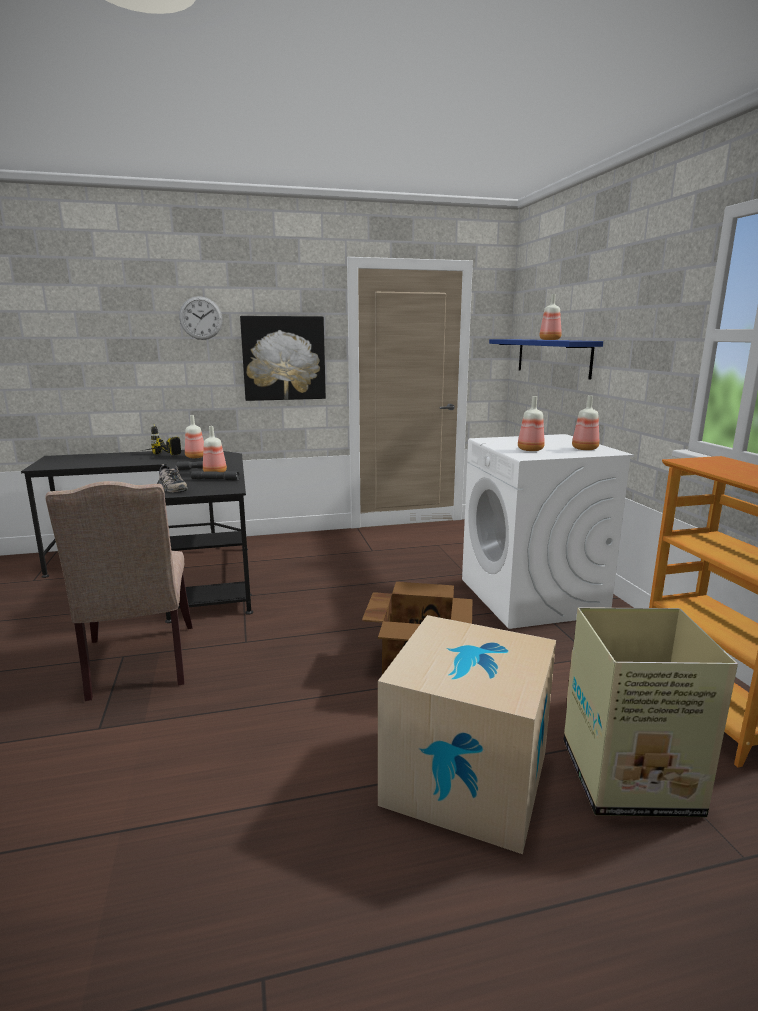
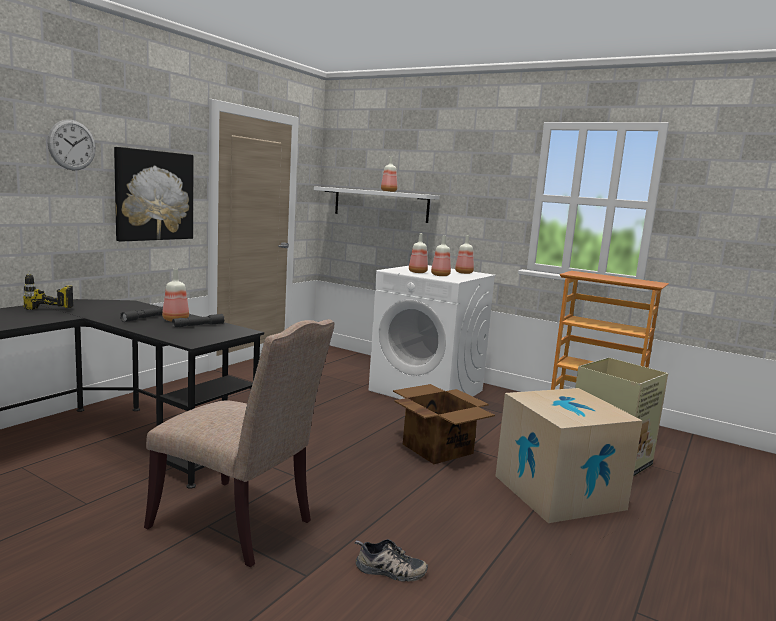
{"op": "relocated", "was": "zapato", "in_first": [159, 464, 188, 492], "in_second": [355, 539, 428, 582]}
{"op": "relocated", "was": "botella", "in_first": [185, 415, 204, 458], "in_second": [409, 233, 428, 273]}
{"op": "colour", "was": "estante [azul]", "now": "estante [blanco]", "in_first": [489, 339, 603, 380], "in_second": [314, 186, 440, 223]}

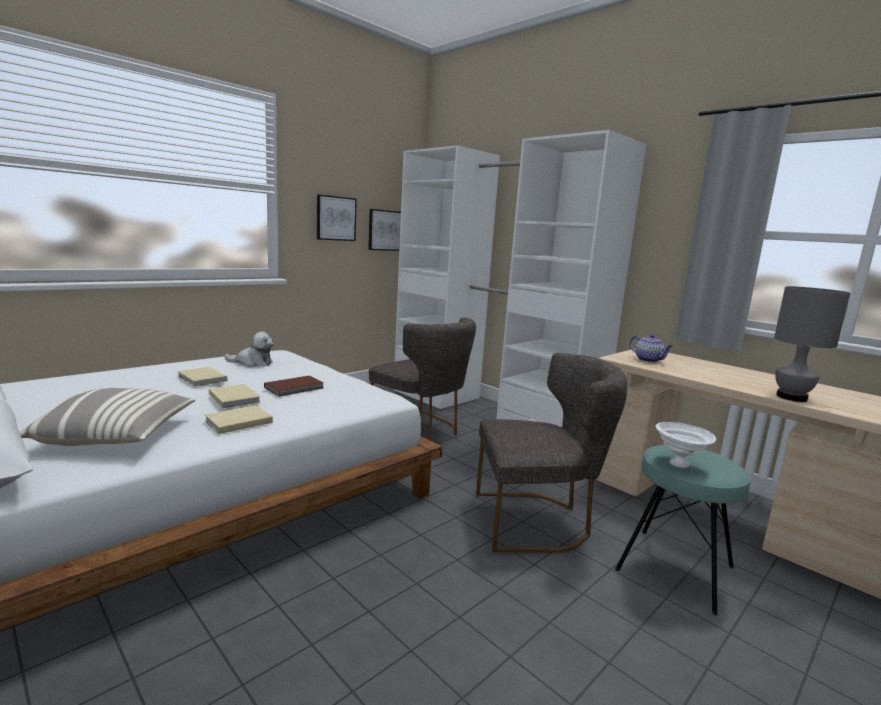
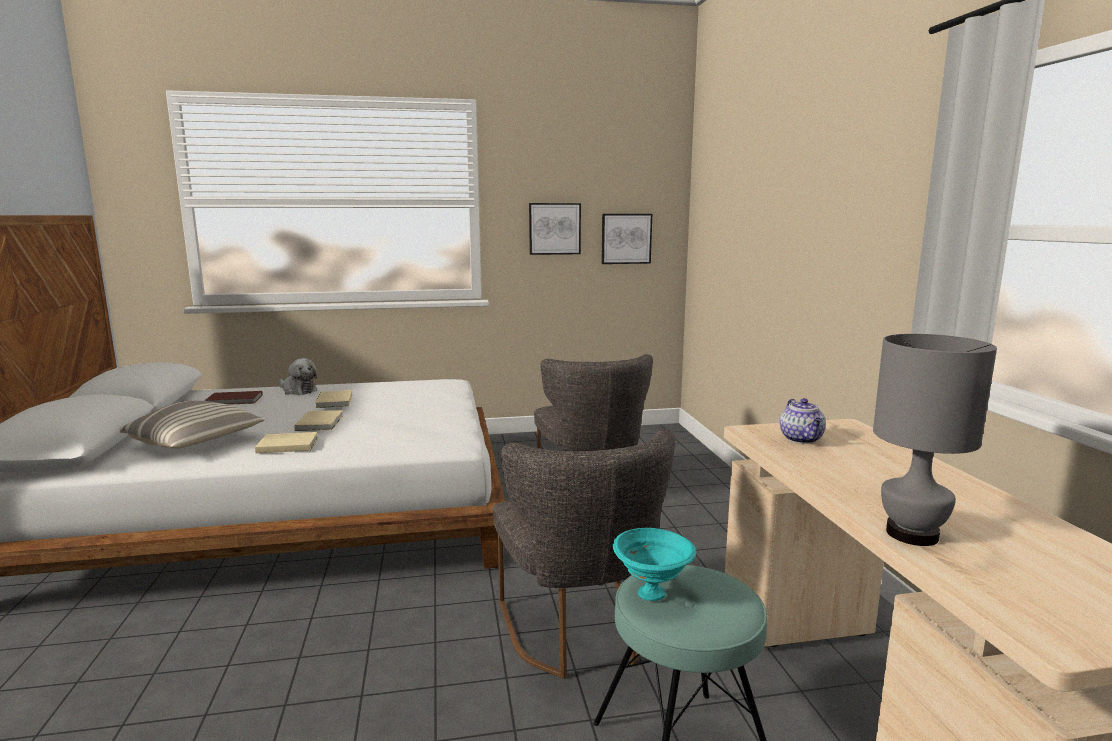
{"op": "missing", "was": "armario ropero [blanco]", "in_first": [393, 130, 646, 427]}
{"op": "relocated", "was": "peluche", "in_first": [224, 332, 274, 367], "in_second": [279, 358, 317, 395]}
{"op": "relocated", "was": "libro [marrón]", "in_first": [264, 376, 324, 396], "in_second": [205, 391, 263, 405]}
{"op": "colour", "was": "cuenco [blanco]", "now": "cuenco [turquesa]", "in_first": [655, 422, 716, 468], "in_second": [613, 528, 697, 601]}
{"op": "spun", "was": "silla [gris]", "in_first": [476, 353, 627, 553], "in_second": [493, 429, 675, 679], "clockwise": 45}

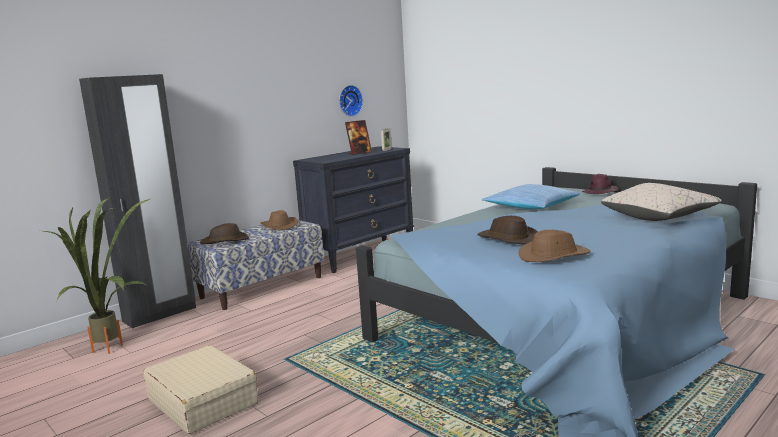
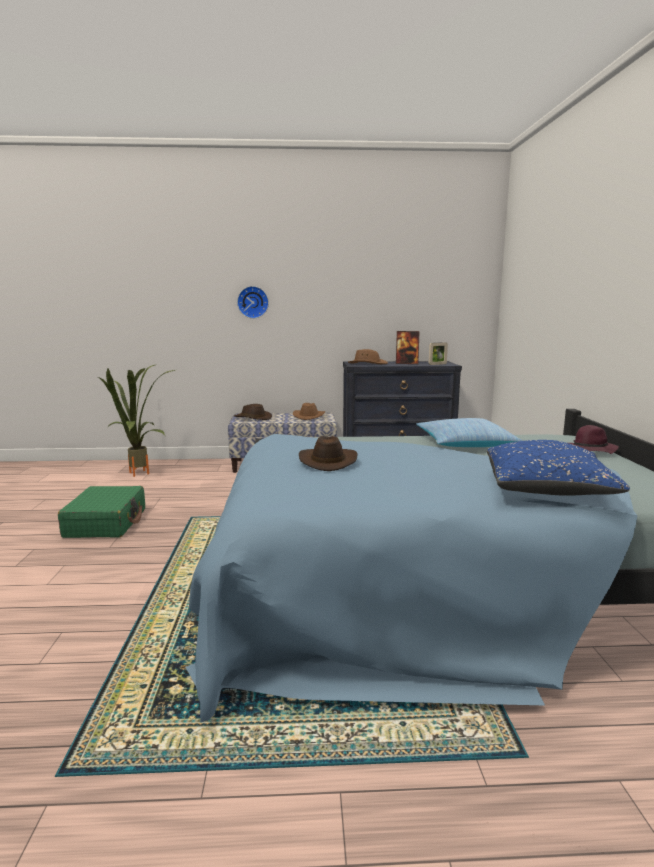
{"op": "missing", "was": "armario ropero [negro]", "in_first": [79, 74, 196, 329]}
{"op": "relocated", "was": "reloj de pared", "in_first": [339, 85, 363, 117], "in_second": [237, 286, 269, 319]}
{"op": "relocated", "was": "sombrero [marrón]", "in_first": [519, 230, 590, 262], "in_second": [348, 349, 388, 364]}
{"op": "colour", "was": "maleta [beis]", "now": "maleta [verde]", "in_first": [143, 345, 258, 434], "in_second": [58, 486, 145, 538]}
{"op": "colour", "was": "cojín [beis]", "now": "cojín [azul]", "in_first": [601, 183, 722, 221], "in_second": [487, 440, 630, 496]}

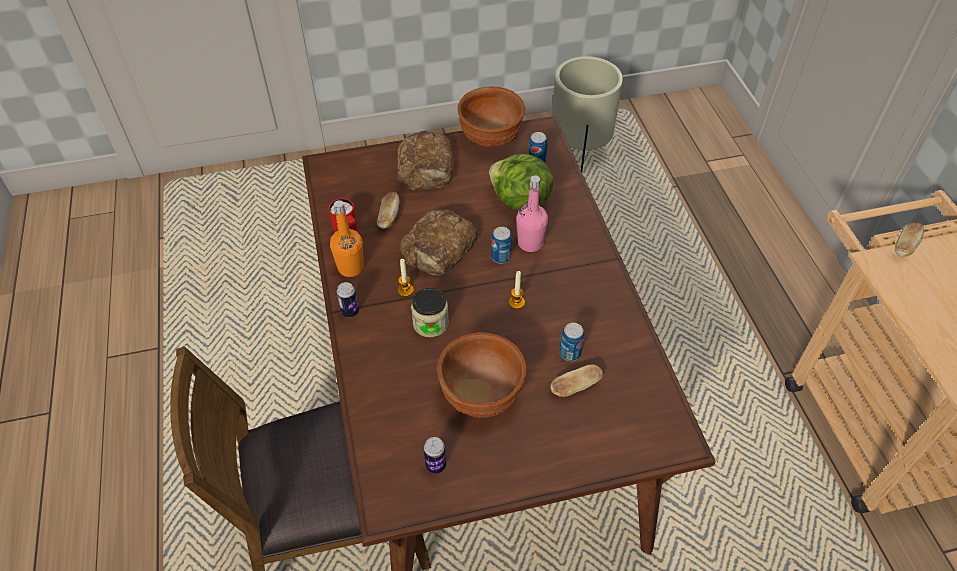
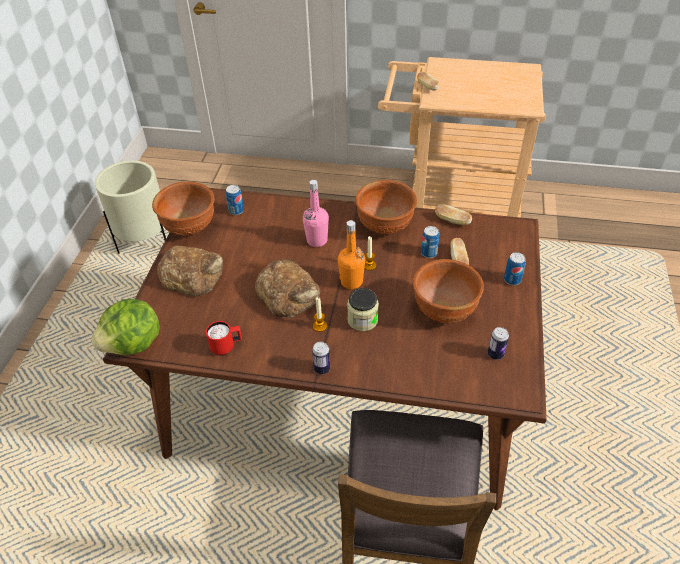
{"op": "appeared", "now": "cuenco [marrón]", "in_second": [356, 180, 417, 234]}
{"op": "relocated", "was": "botella [naranja]", "in_first": [330, 200, 364, 277], "in_second": [338, 220, 365, 289]}
{"op": "relocated", "was": "pan", "in_first": [377, 192, 400, 229], "in_second": [435, 204, 472, 225]}
{"op": "relocated", "was": "lechuga", "in_first": [489, 153, 553, 210], "in_second": [91, 299, 160, 355]}
{"op": "relocated", "was": "lata", "in_first": [491, 227, 512, 264], "in_second": [504, 252, 526, 285]}

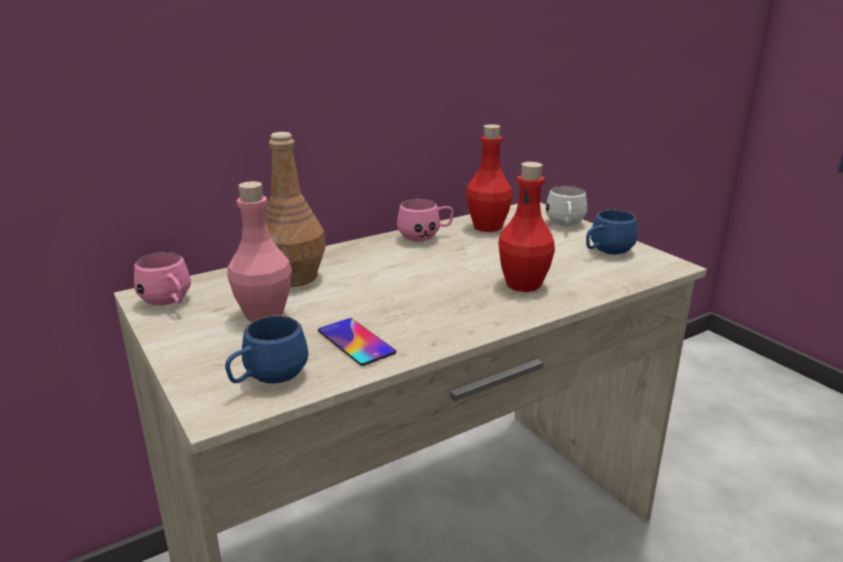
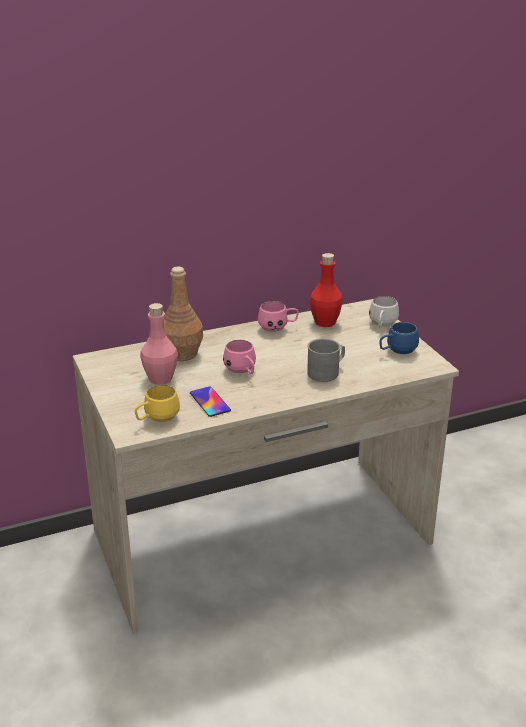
{"op": "relocated", "was": "taza grande [rosa]", "in_first": [134, 252, 191, 305], "in_second": [223, 340, 256, 374]}
{"op": "exchanged", "was": "botella [rojo]", "now": "taza grande [gris]", "in_first": [498, 162, 555, 292], "in_second": [307, 338, 345, 382]}
{"op": "colour", "was": "taza grande [azul]", "now": "taza grande [amarillo]", "in_first": [225, 316, 309, 383], "in_second": [135, 385, 180, 422]}

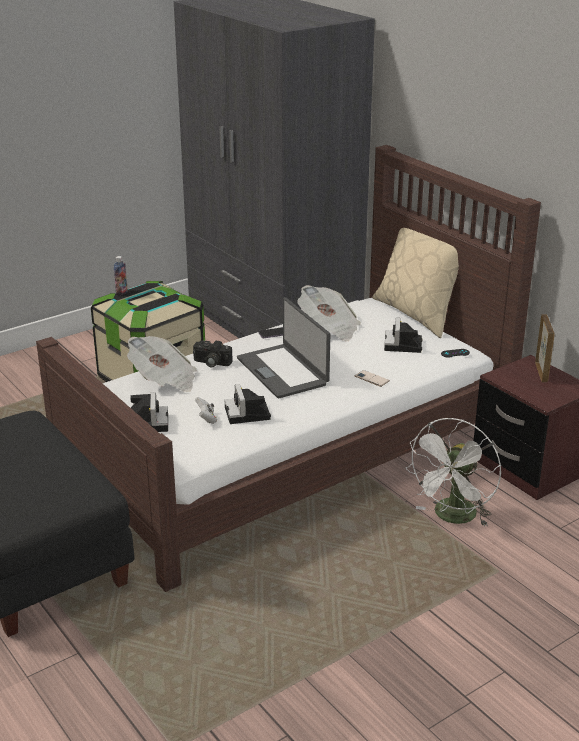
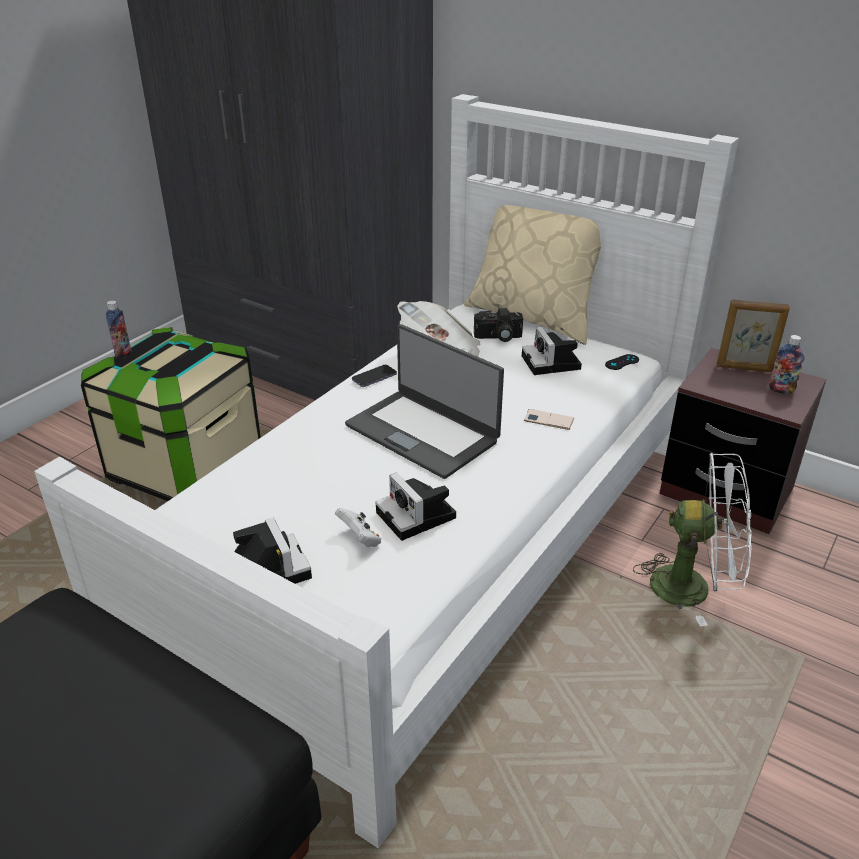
{"op": "missing", "was": "periódico", "in_first": [127, 336, 197, 392]}
{"op": "appeared", "now": "botella", "in_second": [769, 335, 805, 394]}
{"op": "relocated", "was": "cámara", "in_first": [193, 341, 233, 367], "in_second": [474, 308, 523, 342]}
{"op": "colour", "was": "cama [marrón]", "now": "cama [blanco]", "in_first": [36, 145, 541, 592], "in_second": [34, 94, 739, 849]}
{"op": "spun", "was": "ventilador [blanco]", "in_first": [405, 418, 501, 527], "in_second": [633, 453, 752, 627], "clockwise": -90}
{"op": "spun", "was": "portarretratos", "in_first": [535, 314, 555, 382], "in_second": [717, 299, 790, 372], "clockwise": 120}

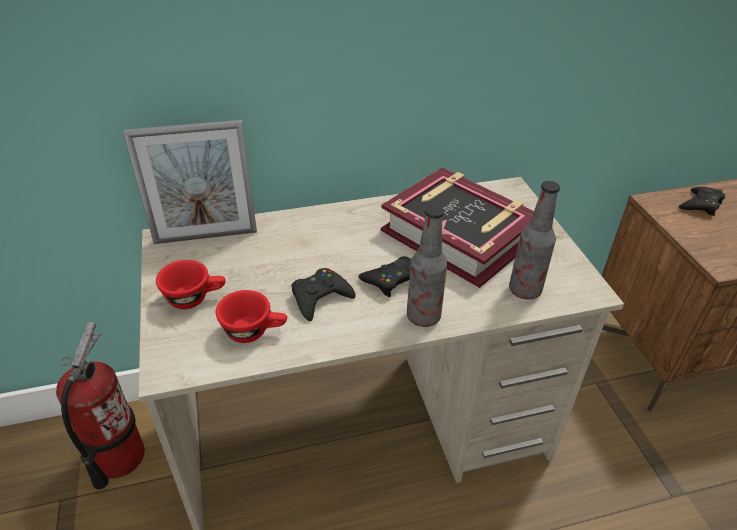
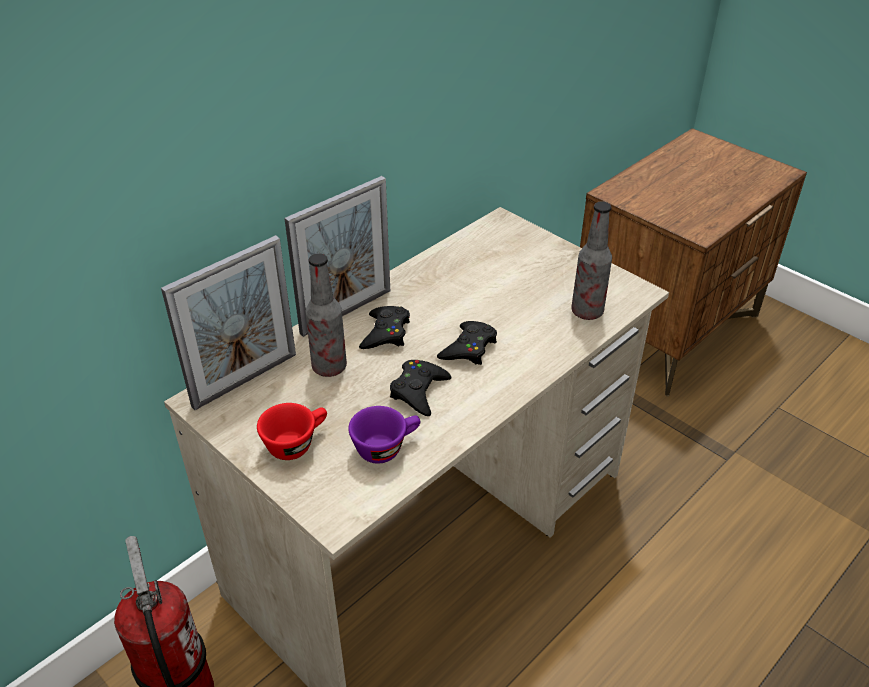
{"op": "missing", "was": "libro", "in_first": [381, 168, 534, 288]}
{"op": "appeared", "now": "portarretratos", "in_second": [284, 176, 390, 337]}
{"op": "relocated", "was": "botella", "in_first": [407, 205, 447, 327], "in_second": [305, 253, 347, 377]}
{"op": "relocated", "was": "mando de consola [negro]", "in_first": [679, 187, 725, 216], "in_second": [359, 306, 410, 349]}
{"op": "colour", "was": "taza [rojo]", "now": "taza [morado]", "in_first": [216, 290, 287, 343], "in_second": [348, 406, 420, 464]}

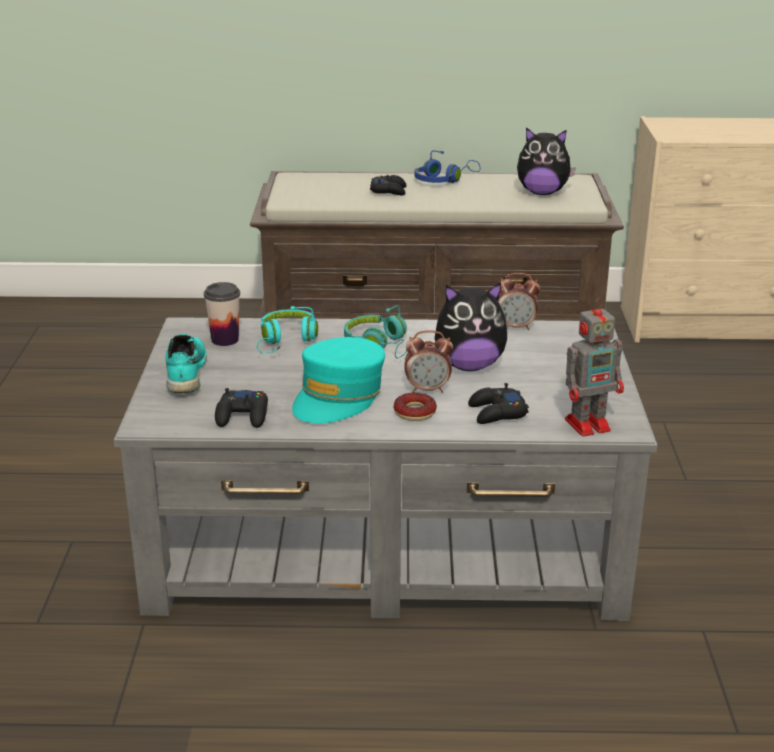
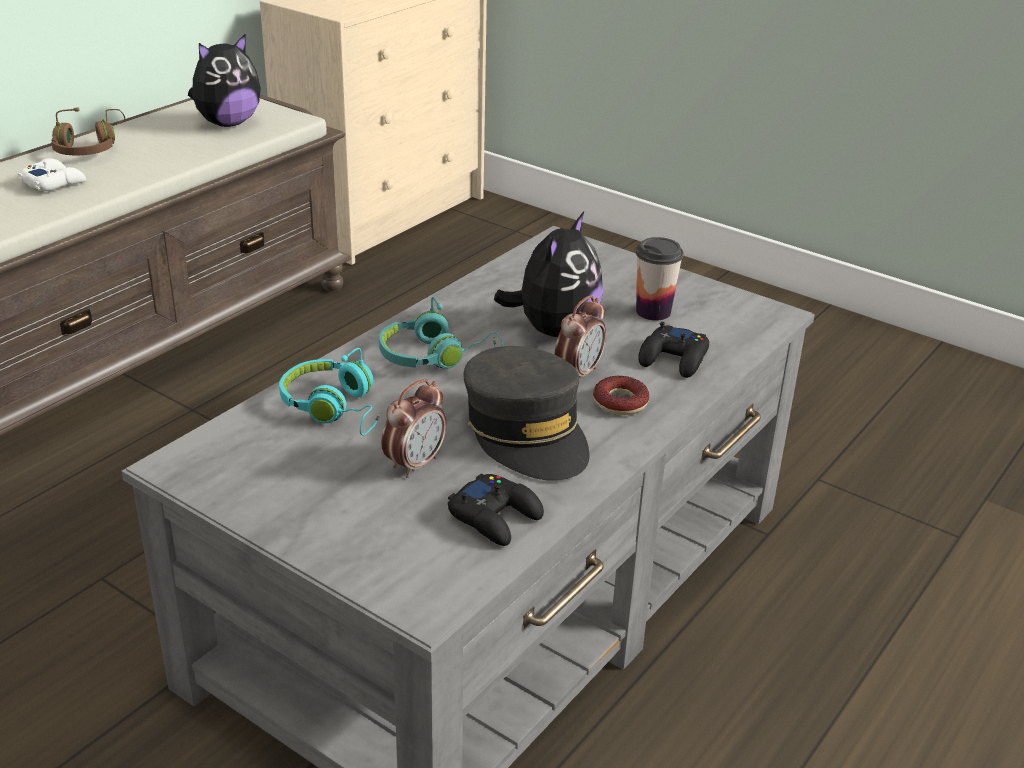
{"op": "missing", "was": "zapato [turquesa]", "in_first": [166, 334, 207, 393]}
{"op": "missing", "was": "robot de juguete", "in_first": [565, 298, 624, 437]}
{"op": "relocated", "was": "taza", "in_first": [204, 282, 240, 346], "in_second": [636, 237, 684, 321]}
{"op": "relocated", "was": "despertador", "in_first": [498, 273, 540, 330], "in_second": [381, 379, 447, 478]}
{"op": "colour", "was": "gorra [turquesa]", "now": "gorra [gris]", "in_first": [292, 337, 385, 424], "in_second": [464, 346, 590, 481]}
{"op": "colour", "was": "mando de consola [negro]", "now": "mando de consola [blanco]", "in_first": [370, 175, 407, 195], "in_second": [18, 158, 86, 191]}
{"op": "colour", "was": "auriculares [azul]", "now": "auriculares [marrón]", "in_first": [415, 150, 481, 183], "in_second": [51, 107, 125, 155]}

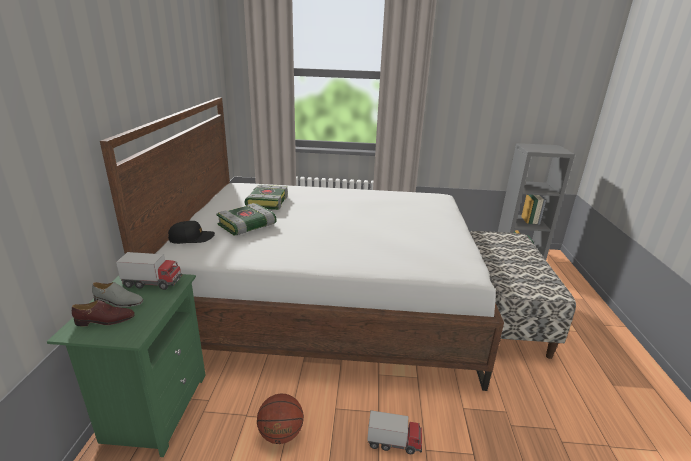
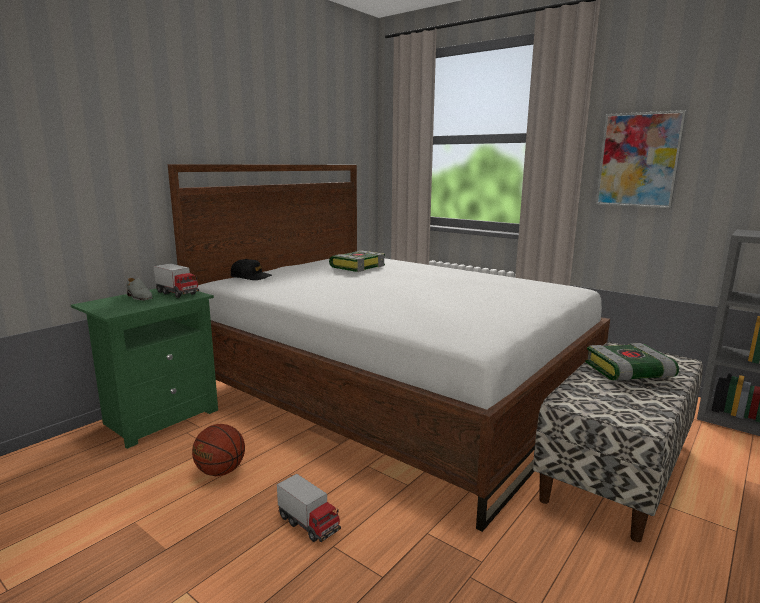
{"op": "missing", "was": "zapato [marrón]", "in_first": [72, 300, 135, 327]}
{"op": "appeared", "now": "cuadro", "in_second": [596, 110, 686, 208]}
{"op": "relocated", "was": "libro", "in_first": [217, 203, 277, 236], "in_second": [585, 343, 679, 381]}

